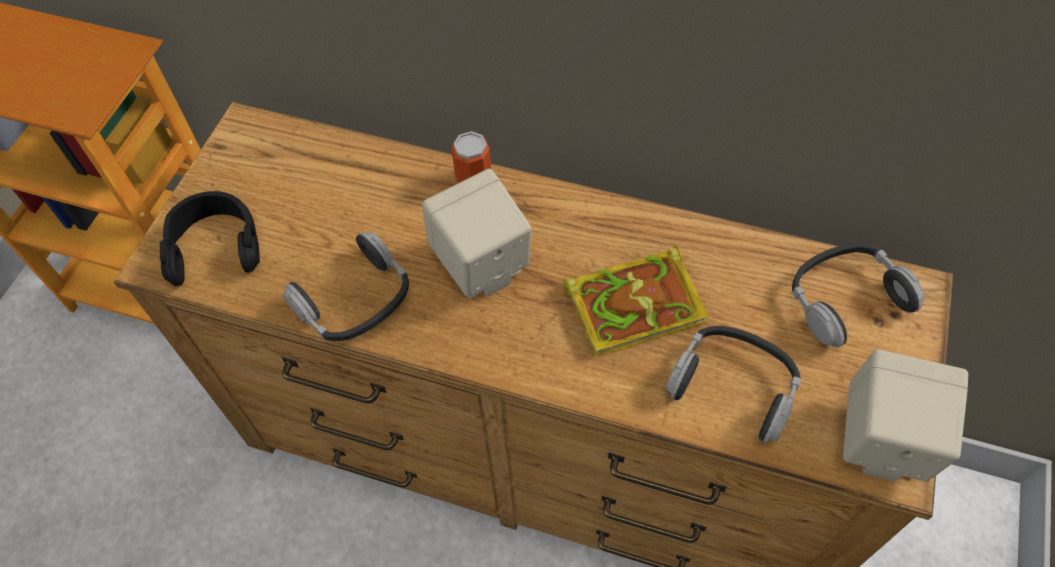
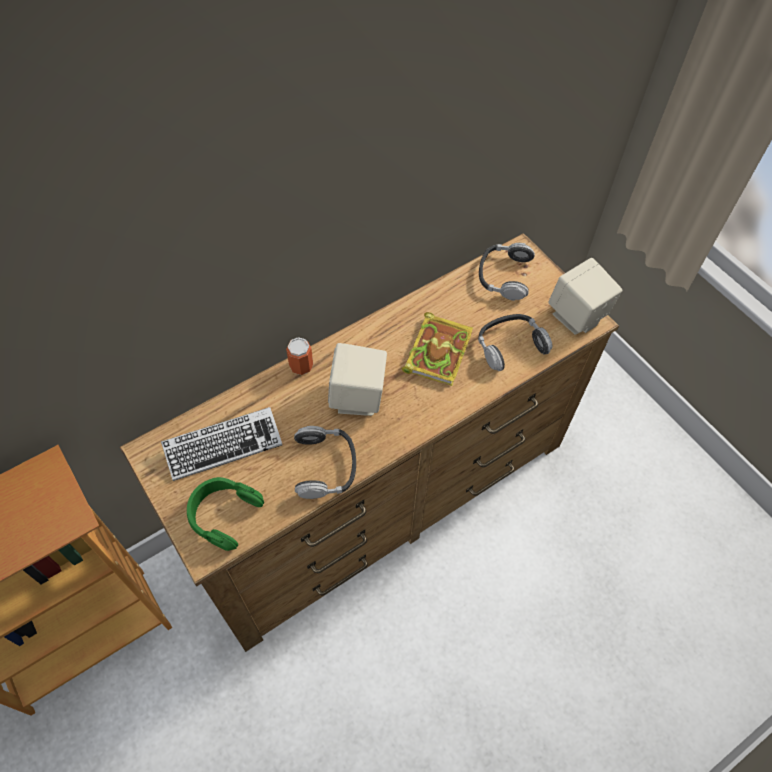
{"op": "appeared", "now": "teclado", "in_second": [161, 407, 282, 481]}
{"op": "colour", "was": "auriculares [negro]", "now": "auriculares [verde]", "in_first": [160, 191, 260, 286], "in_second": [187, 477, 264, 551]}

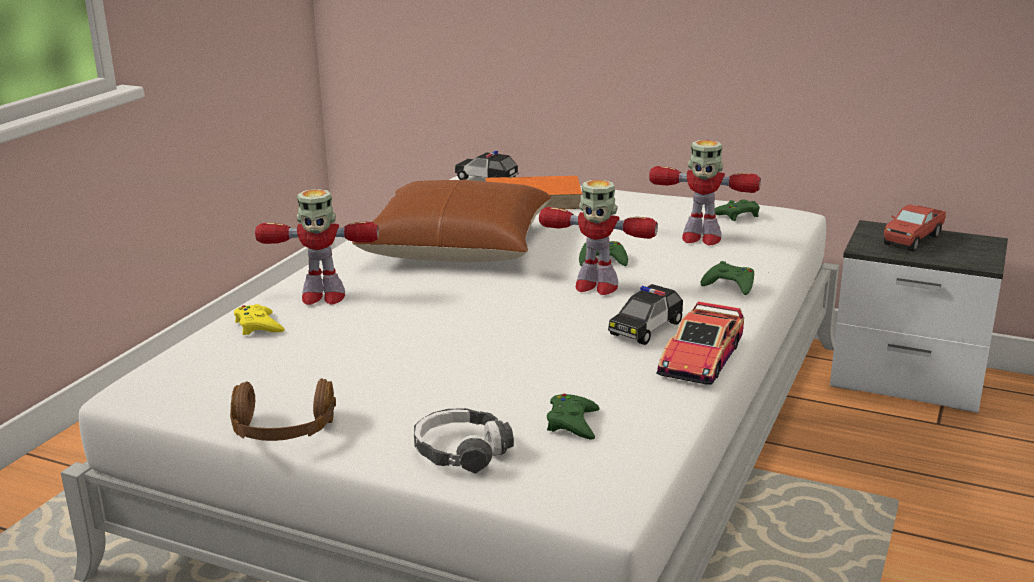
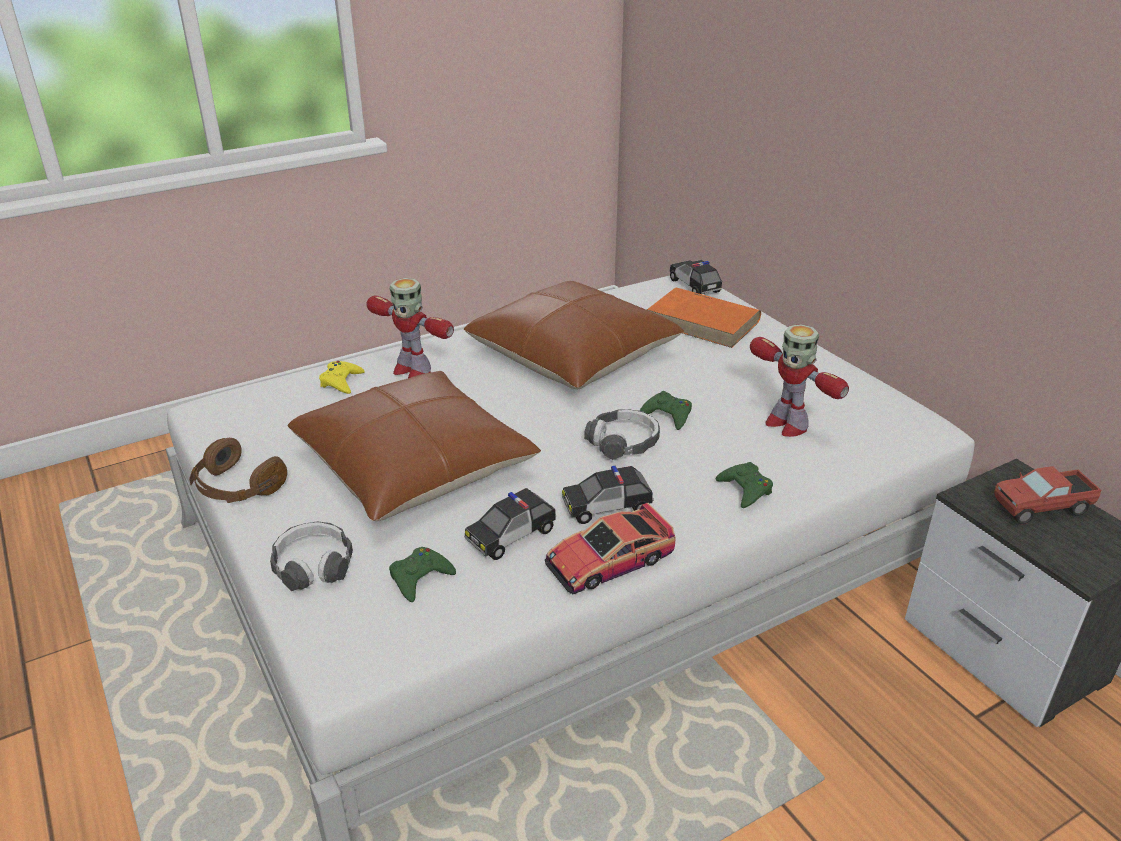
{"op": "missing", "was": "mando de consola [verde]", "in_first": [715, 199, 760, 221]}
{"op": "appeared", "now": "cojín [marrón]", "in_second": [288, 371, 541, 521]}
{"op": "appeared", "now": "coche de juguete", "in_second": [464, 488, 556, 560]}
{"op": "exchanged", "was": "robot de juguete", "now": "auriculares", "in_first": [539, 180, 658, 295], "in_second": [584, 409, 660, 460]}

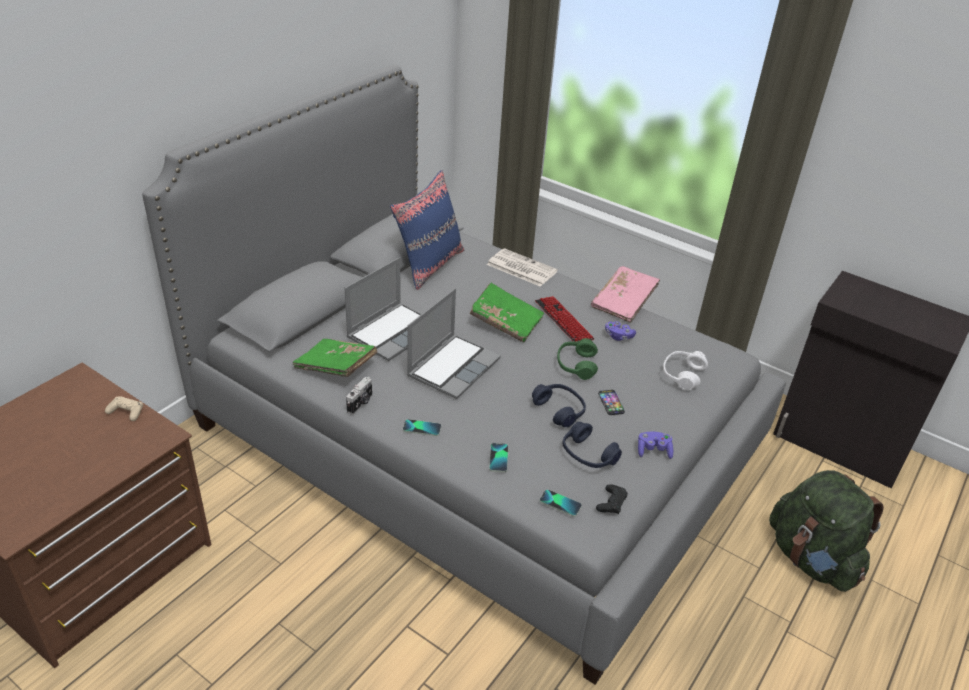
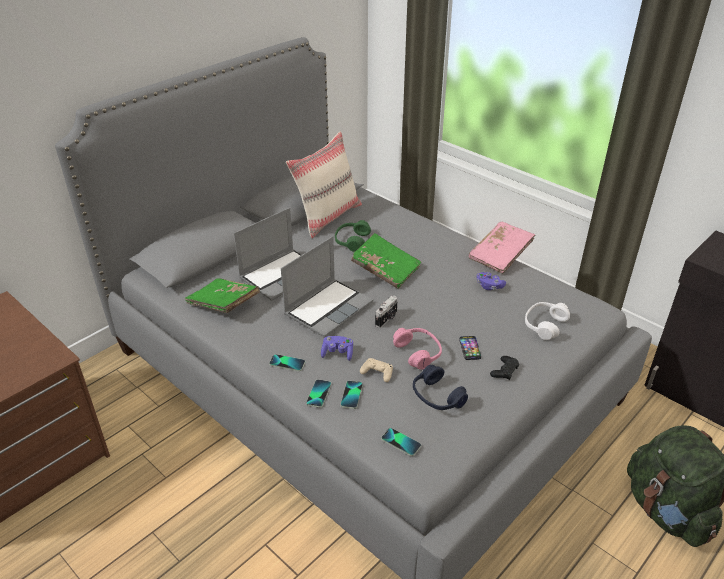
{"op": "missing", "was": "periódico", "in_first": [487, 248, 558, 287]}
{"op": "missing", "was": "teclado", "in_first": [535, 296, 594, 342]}
{"op": "appeared", "now": "móvil", "in_second": [306, 379, 331, 408]}
{"op": "relocated", "was": "mando de consola [beis]", "in_first": [105, 396, 143, 421], "in_second": [360, 358, 393, 382]}
{"op": "relocated", "was": "cámara", "in_first": [346, 377, 372, 415], "in_second": [375, 296, 398, 328]}
{"op": "relocated", "was": "auriculares [verde]", "in_first": [557, 338, 598, 380], "in_second": [335, 220, 371, 252]}
{"op": "relocated", "was": "mando de consola [negro]", "in_first": [596, 484, 628, 514], "in_second": [490, 356, 519, 380]}
{"op": "relocated", "was": "mando de consola [morado]", "in_first": [638, 432, 673, 459], "in_second": [321, 336, 353, 361]}
{"op": "colour", "was": "cojín [azul]", "now": "cojín [beis]", "in_first": [390, 170, 464, 290], "in_second": [286, 131, 362, 238]}
{"op": "colour", "was": "auriculares [azul]", "now": "auriculares [rosa]", "in_first": [532, 384, 586, 427], "in_second": [393, 328, 442, 370]}

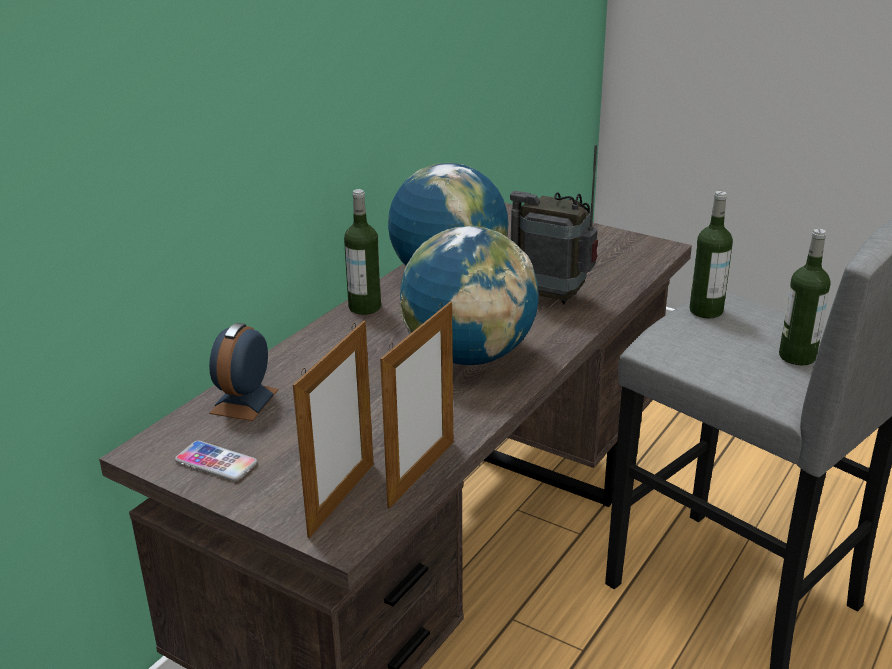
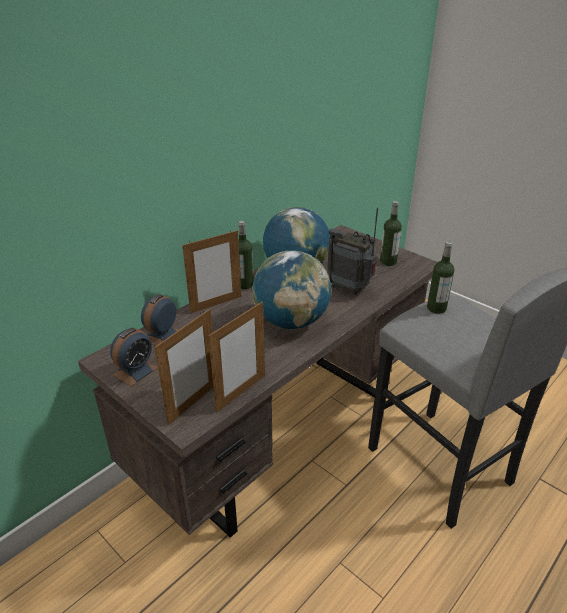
{"op": "appeared", "now": "portarretratos", "in_second": [182, 230, 241, 313]}
{"op": "relocated", "was": "botella", "in_first": [779, 229, 830, 365], "in_second": [380, 201, 402, 266]}
{"op": "exchanged", "was": "móvil", "now": "despertador", "in_first": [175, 441, 257, 481], "in_second": [110, 328, 158, 386]}

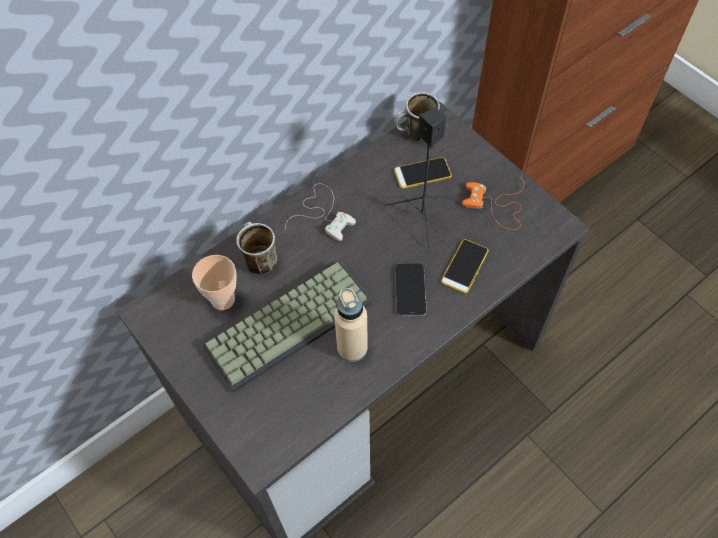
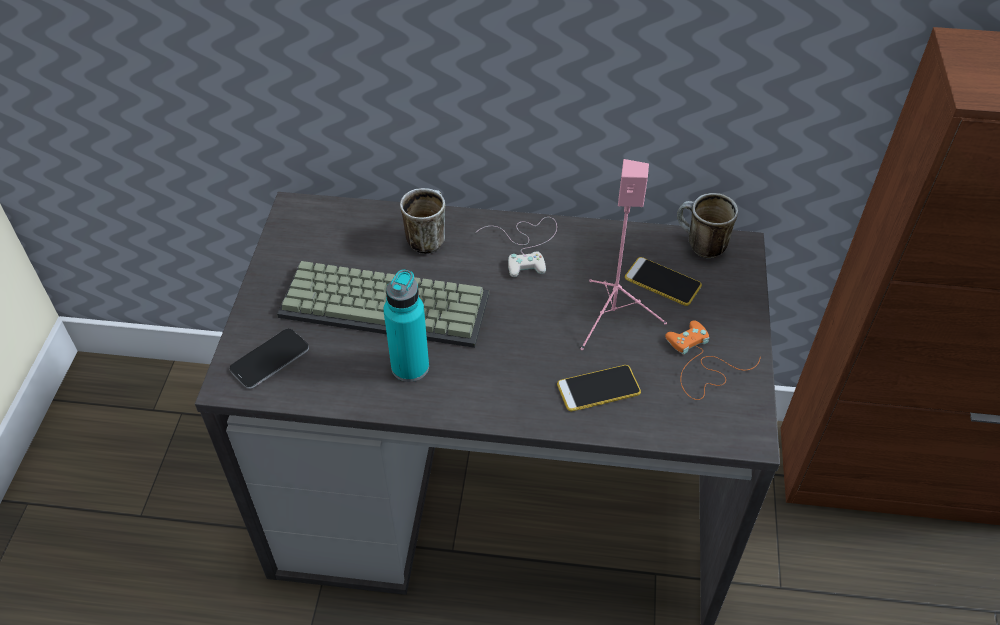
{"op": "missing", "was": "taza", "in_first": [192, 255, 237, 310]}
{"op": "relocated", "was": "móvil", "in_first": [395, 264, 427, 316], "in_second": [229, 329, 309, 389]}
{"op": "colour", "was": "botella [beis]", "now": "botella [turquesa]", "in_first": [334, 288, 368, 362], "in_second": [383, 270, 429, 382]}
{"op": "colour", "was": "altavoz [negro]", "now": "altavoz [rosa]", "in_first": [384, 107, 454, 252], "in_second": [581, 159, 667, 350]}

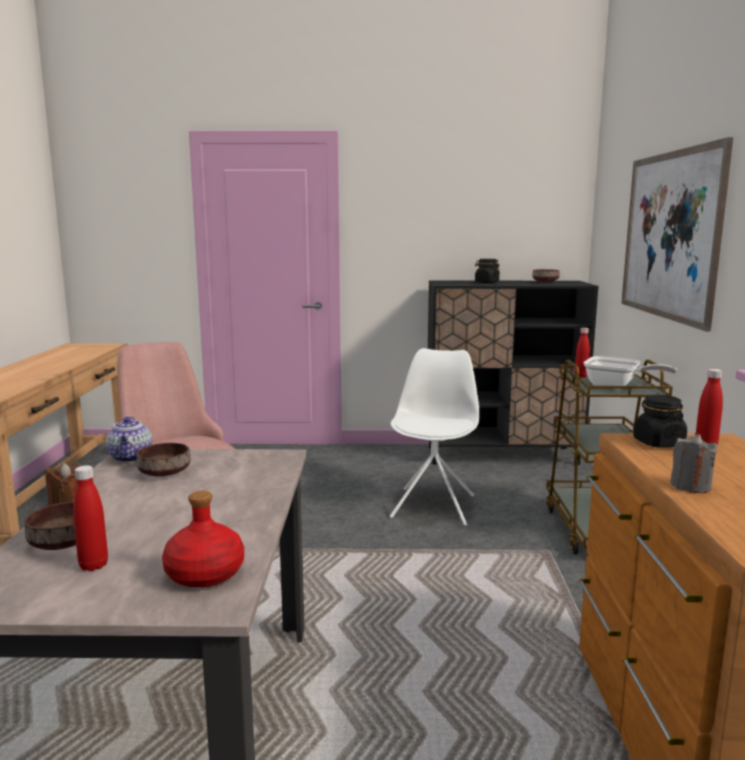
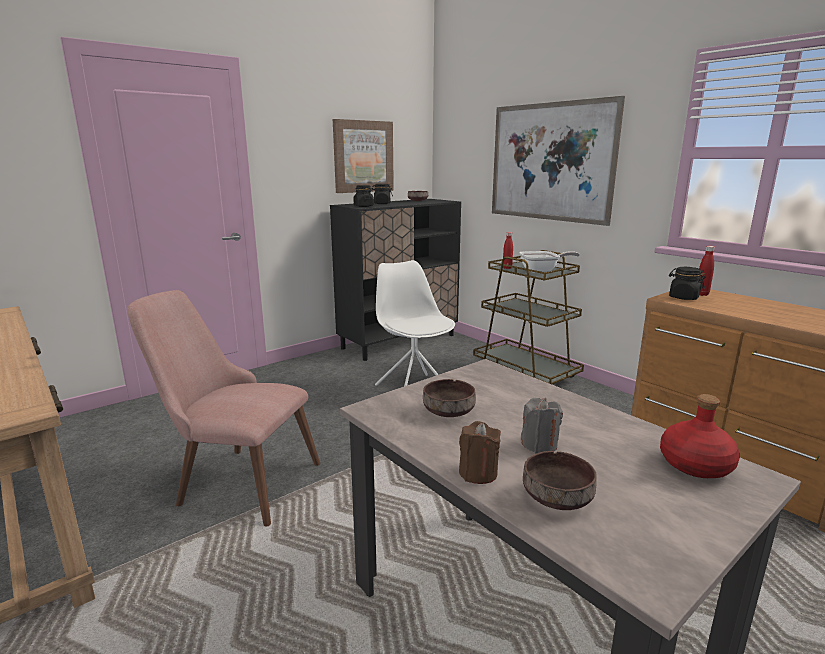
{"op": "missing", "was": "botella [rojo]", "in_first": [73, 465, 108, 571]}
{"op": "missing", "was": "tetera", "in_first": [106, 417, 153, 462]}
{"op": "appeared", "now": "cuadro", "in_second": [333, 119, 394, 193]}
{"op": "appeared", "now": "tarro [negro]", "in_second": [354, 185, 374, 207]}
{"op": "relocated", "was": "vela [gris]", "in_first": [670, 434, 718, 493], "in_second": [521, 398, 563, 453]}

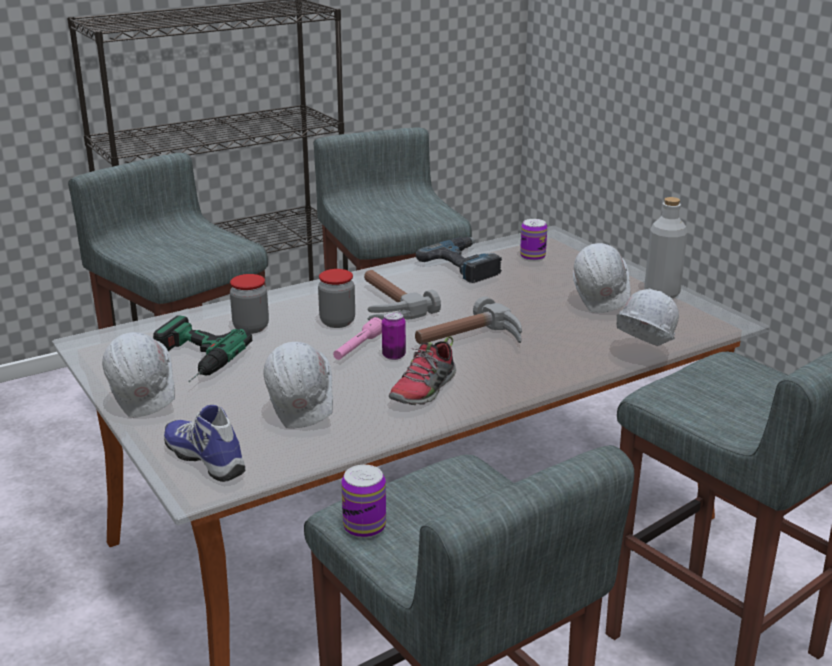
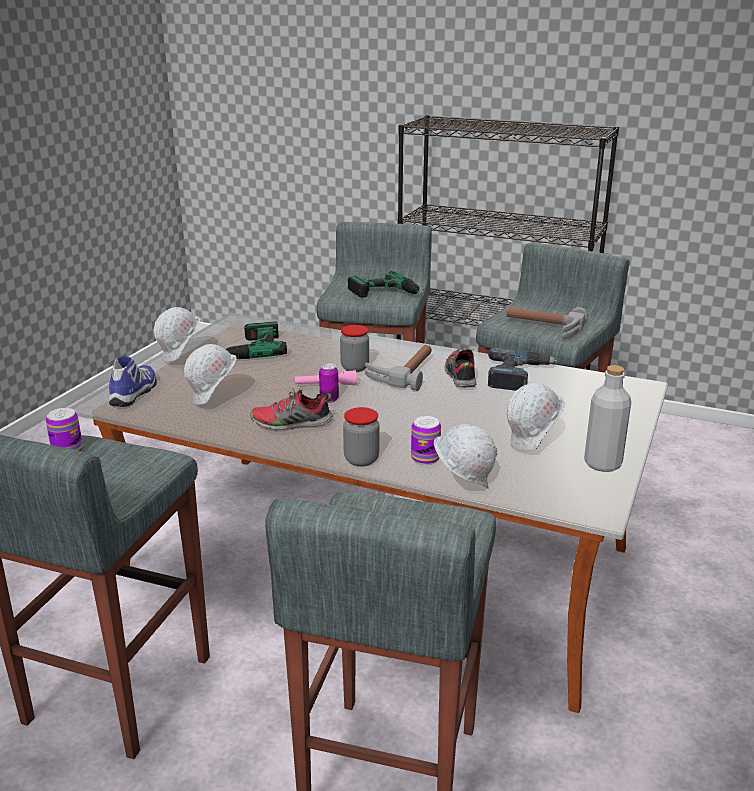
{"op": "appeared", "now": "taladro", "in_second": [348, 271, 424, 298]}
{"op": "appeared", "now": "zapato", "in_second": [444, 348, 476, 388]}
{"op": "relocated", "was": "tarro", "in_first": [230, 274, 269, 334], "in_second": [343, 407, 379, 466]}
{"op": "relocated", "was": "martillo", "in_first": [415, 296, 522, 344], "in_second": [506, 307, 588, 339]}
{"op": "relocated", "was": "lata", "in_first": [520, 219, 547, 261], "in_second": [411, 416, 441, 465]}

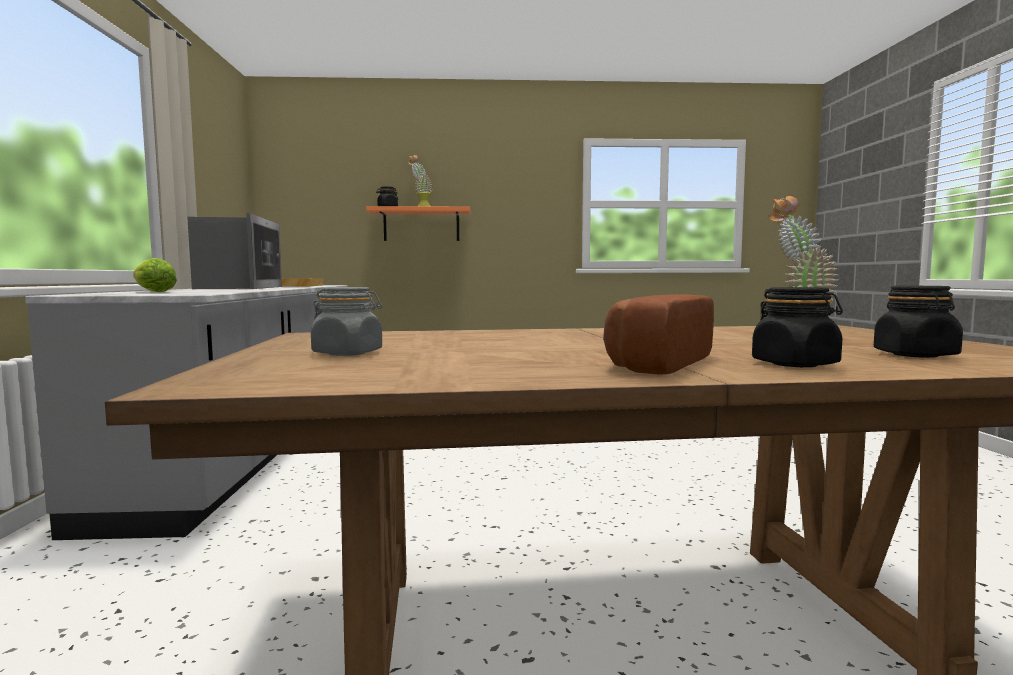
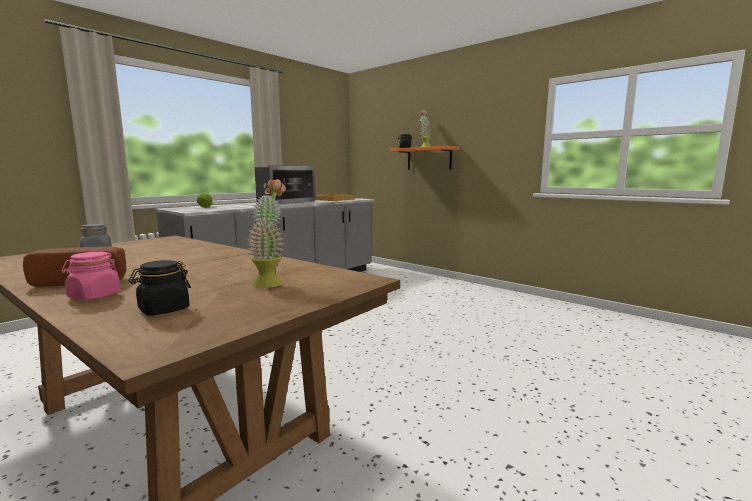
{"op": "colour", "was": "tarro [negro]", "now": "tarro [rosa]", "in_first": [752, 287, 843, 367], "in_second": [61, 252, 121, 300]}

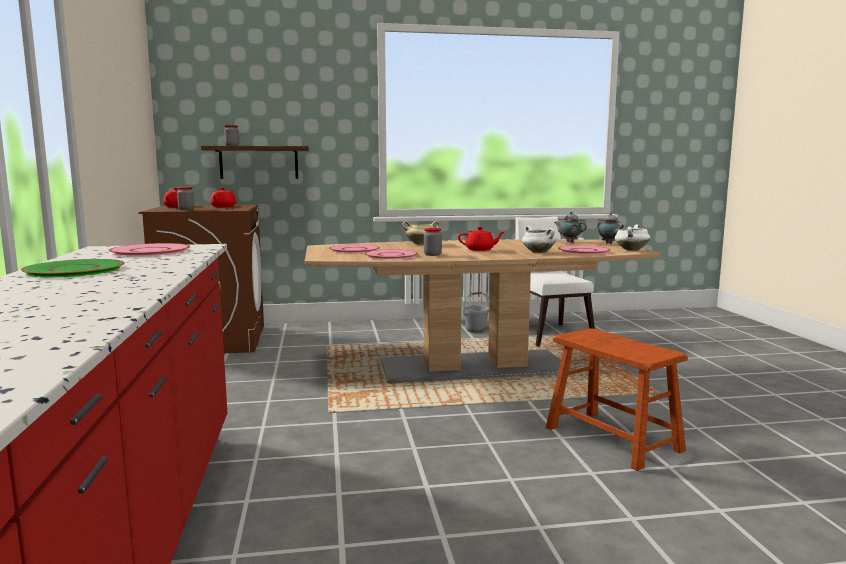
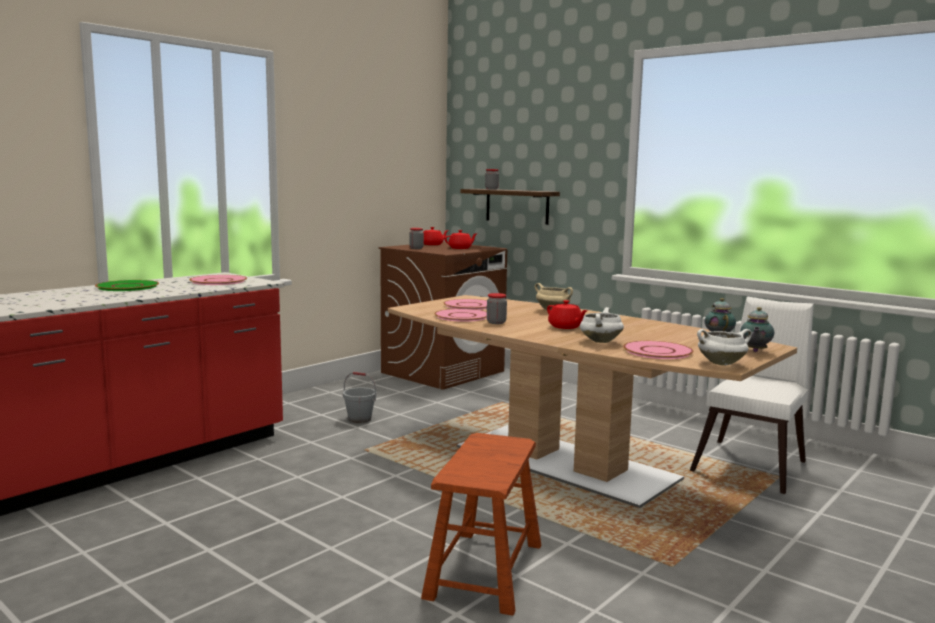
{"op": "relocated", "was": "cubo [gris]", "in_first": [462, 292, 489, 333], "in_second": [343, 372, 377, 423]}

